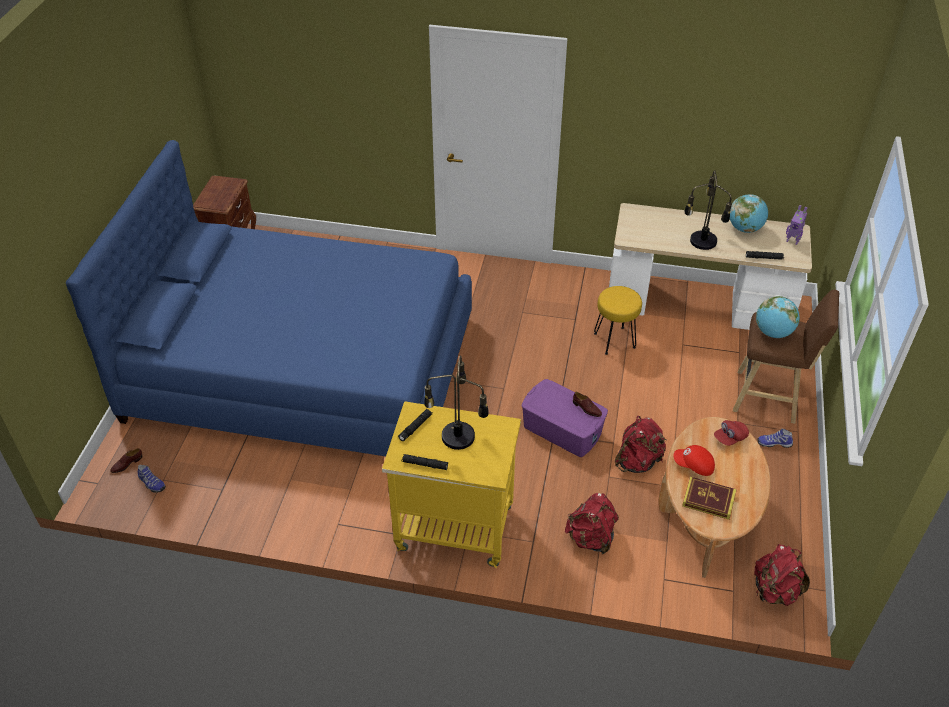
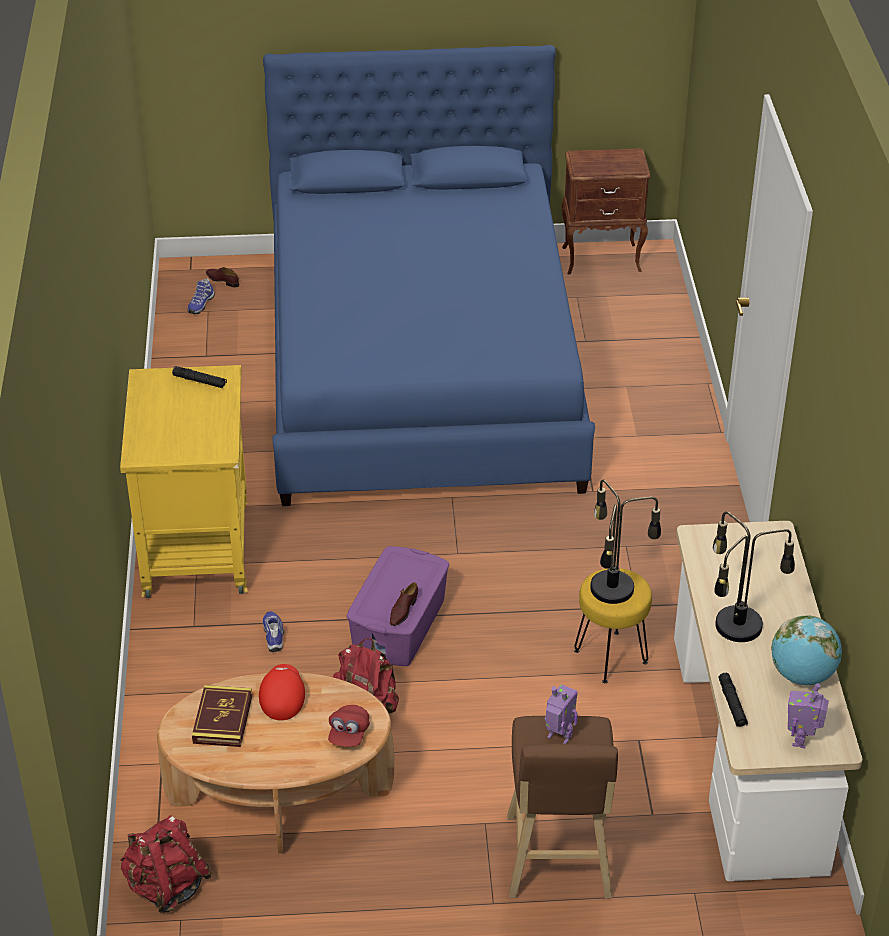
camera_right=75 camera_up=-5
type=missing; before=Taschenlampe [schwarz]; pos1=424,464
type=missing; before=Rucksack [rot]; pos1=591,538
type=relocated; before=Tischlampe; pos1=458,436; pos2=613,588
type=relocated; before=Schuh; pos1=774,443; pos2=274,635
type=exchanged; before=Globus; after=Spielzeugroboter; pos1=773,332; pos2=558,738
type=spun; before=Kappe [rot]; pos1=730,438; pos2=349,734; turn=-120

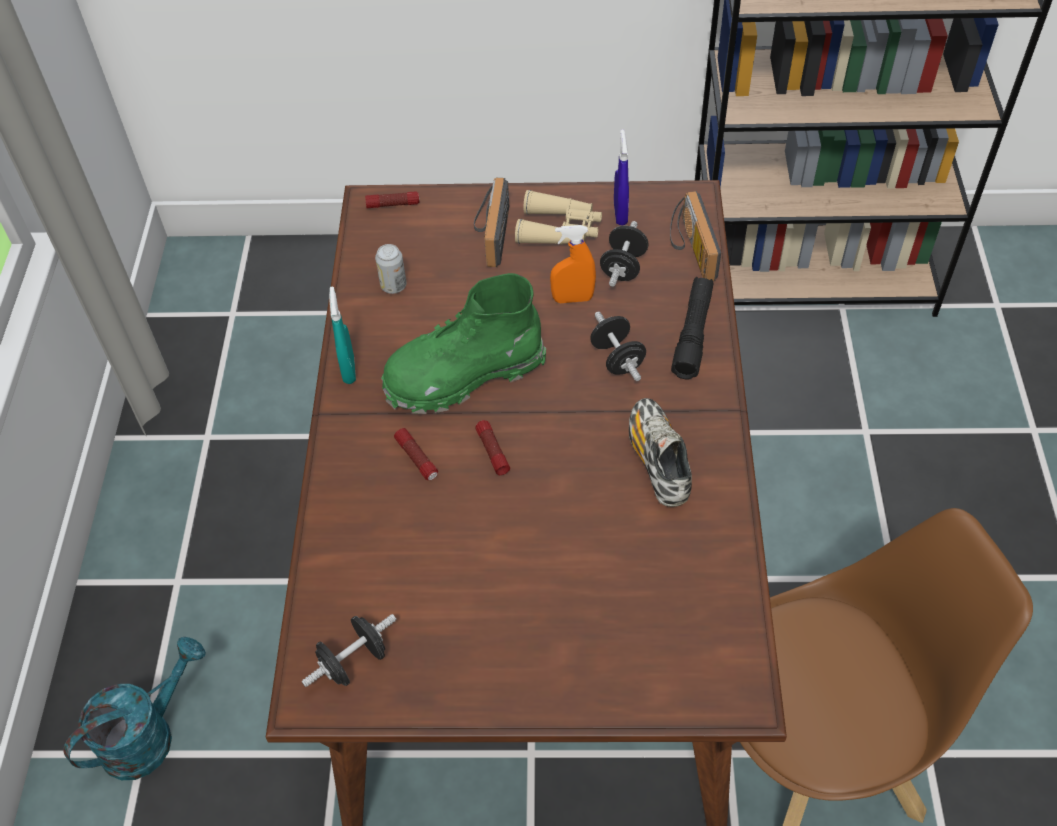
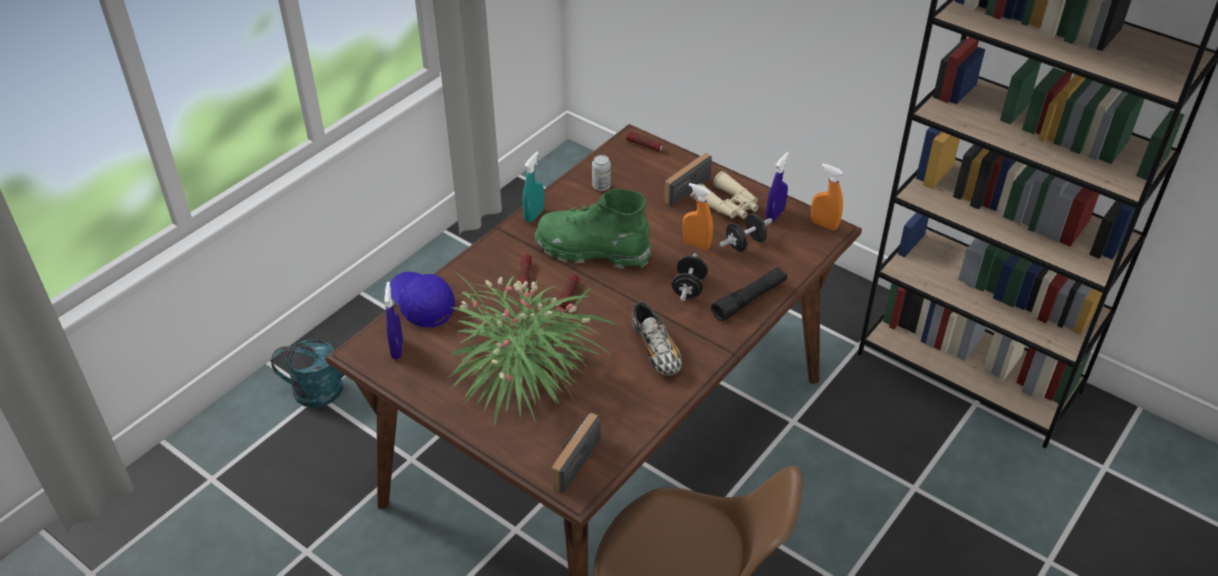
camera_right=35 camera_up=-10
type=appeared; after=Kappe [blau]; pos2=422,305
type=appeared; after=Topfpflanze; pos2=523,371
type=appeared; after=Sprühflasche [orange]; pos2=824,225
type=relocated; before=Radio; pos1=689,249; pos2=571,458
type=exchanged; before=Hantel [schwarz]; after=Sprühflasche [blau]; pos1=354,661; pos2=397,349
type=spun; before=Schuh; pos1=658,460; pos2=656,351; turn=135

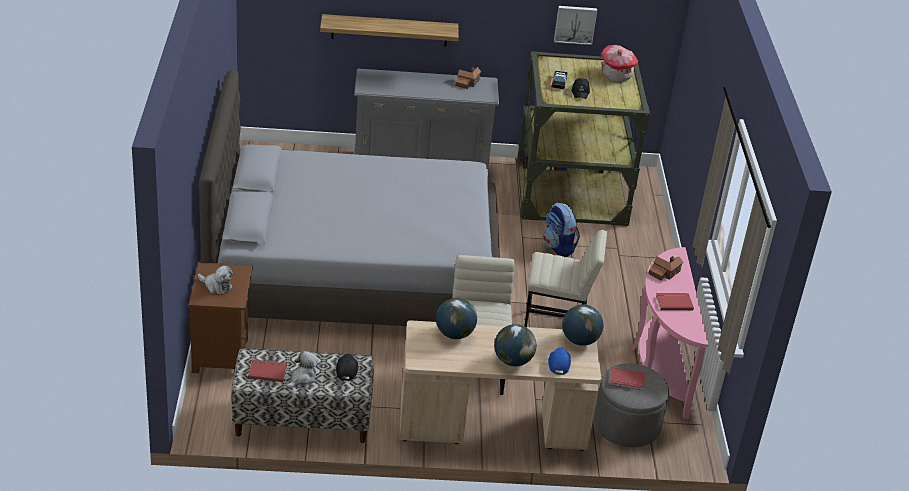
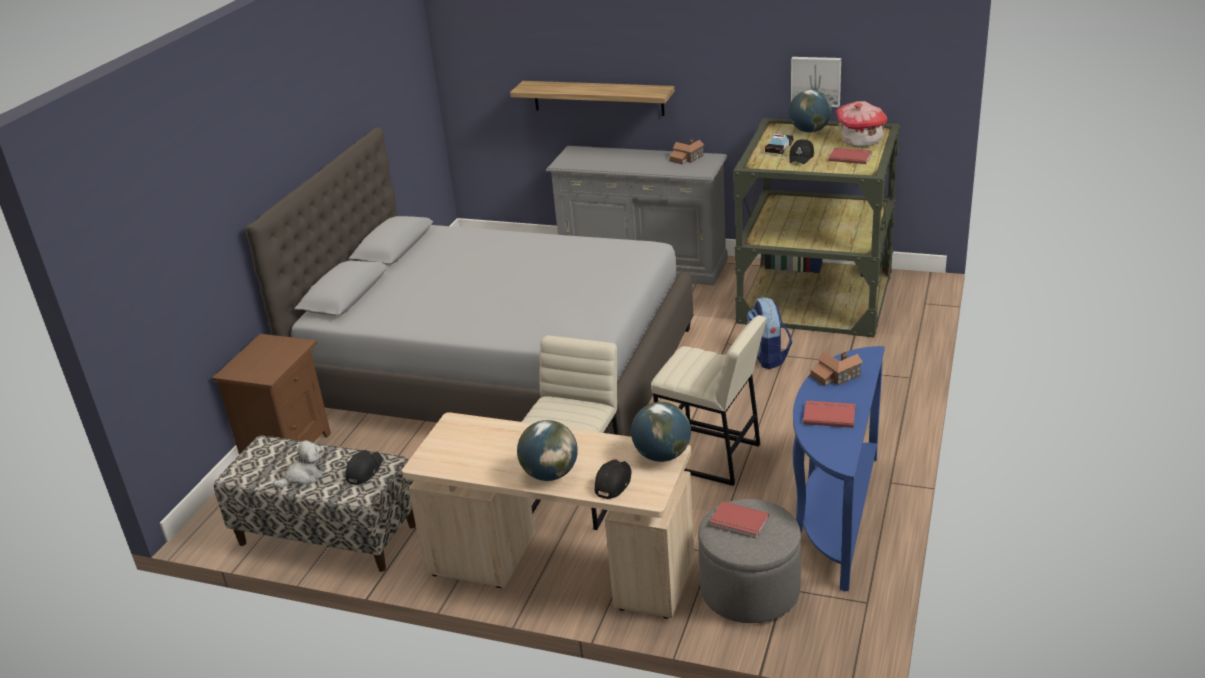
camera_right=25 camera_up=-5
type=missing; before=Plüschtier; pos1=216,286
type=relocated; before=Buch [rot]; pos1=267,371; pos2=850,157
type=relocated; before=Globus; pos1=454,334; pos2=809,131
type=colour; before=Kappe [blau]; after=Kappe [schwarz]; pos1=558,363; pos2=613,483
type=colour; before=Konsolentisch [rosa]; after=Konsolentisch [blau]; pos1=658,368; pos2=834,516

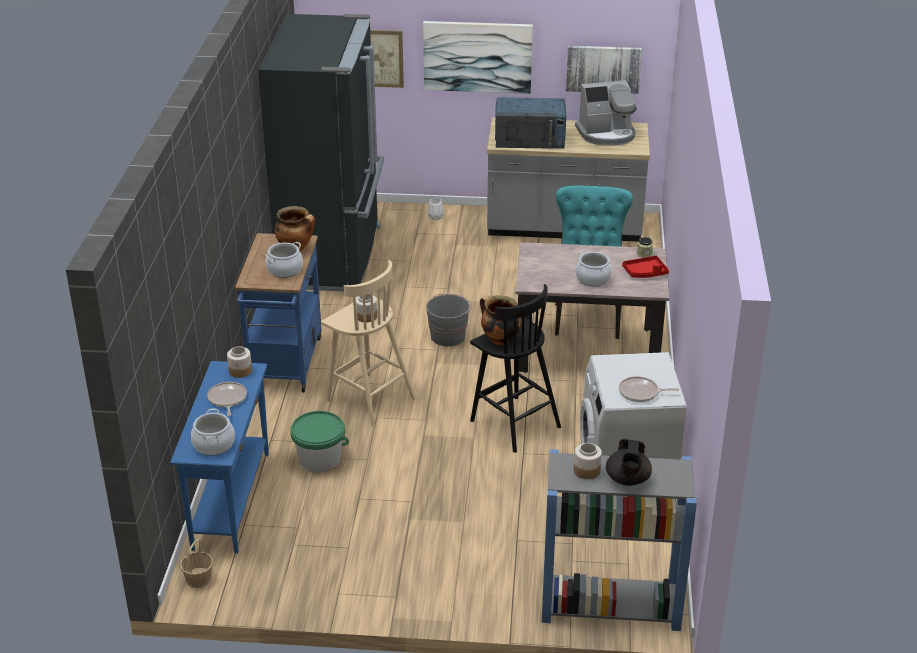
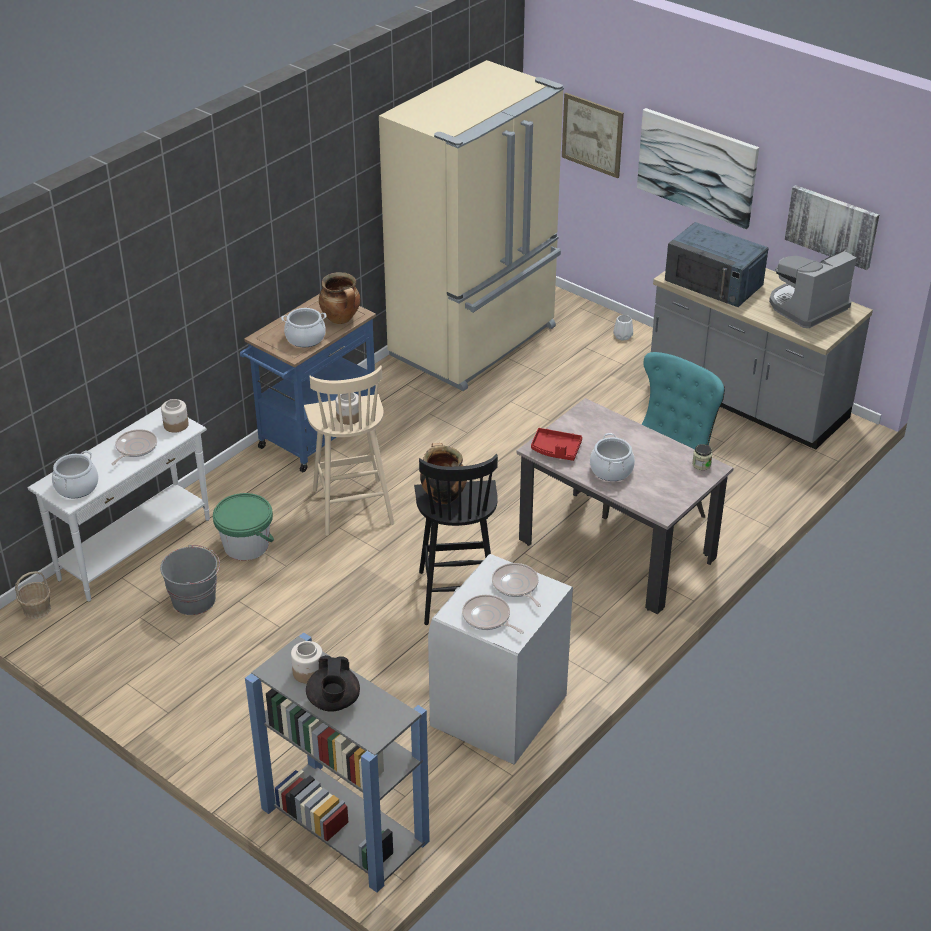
camera_right=35 camera_up=5
type=appeared; after=Pfanne; pos2=516,586
type=relocated; before=Eimer [grau]; pos1=448,336; pos2=195,599
type=relocated; before=Tablett [rot]; pos1=645,273; pos2=556,450
type=colour; before=Konsolentisch [blau]; after=Konsolentisch [weiß]; pos1=230,499; pos2=135,548
type=colour; before=Kühlschrank [schwarz]; after=Kühlschrank [beige]; pos1=333,257; pos2=476,342
type=spun; before=Kaffeemaschine; pos1=606,134; pos2=806,307; turn=120
type=spun; before=Teekanne [schwarz]; pos1=627,480; pos2=334,702; turn=-45

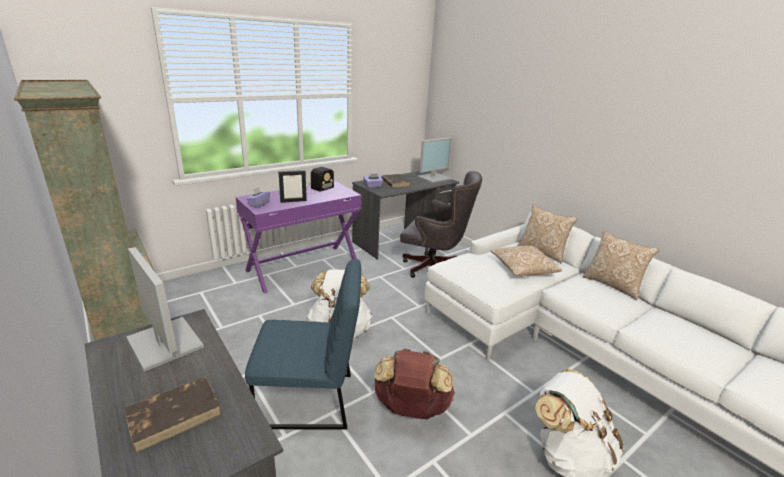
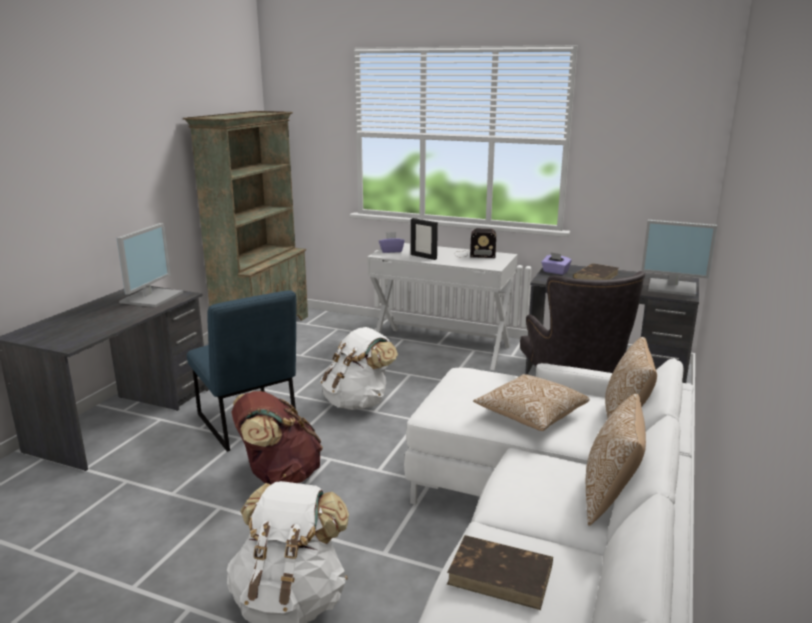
camera_right=60 camera_up=-5
type=relocated; before=Buch [braun]; pos1=175,414; pos2=501,575
type=colour; before=Konsolentisch [lila]; after=Konsolentisch [weiß]; pos1=303,267; pos2=441,348

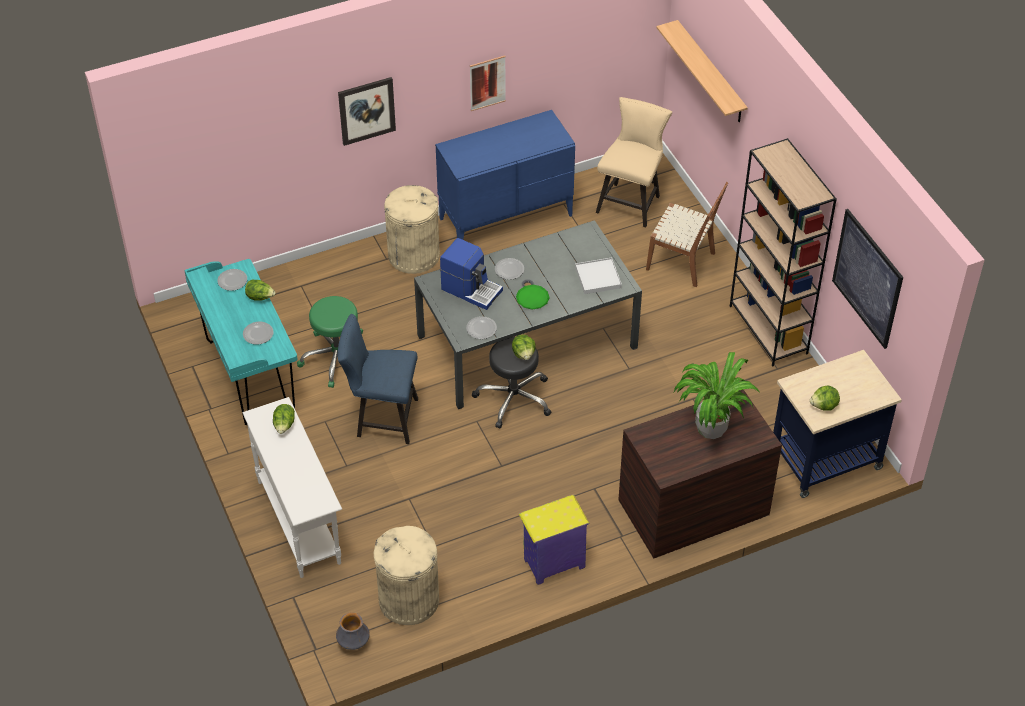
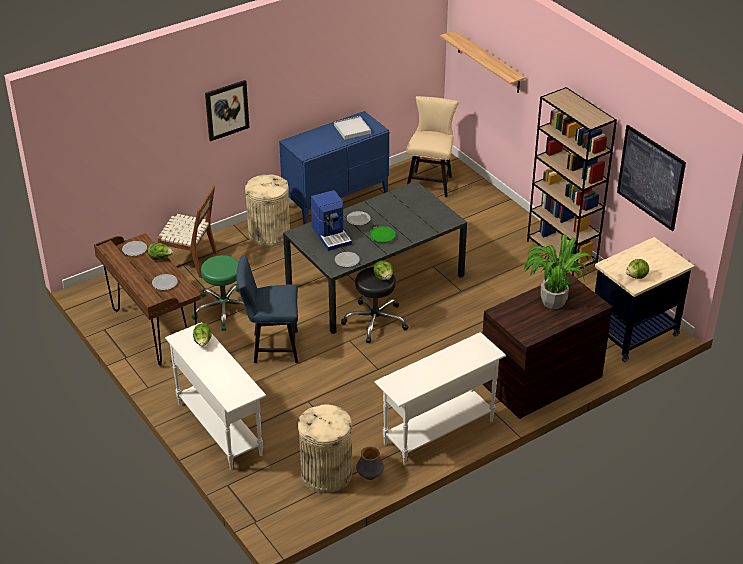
camera_right=-10 camera_up=-10
type=missing; before=Bild; pos1=487,83
type=relocated; before=Vase; pos1=353,643; pos2=370,476
type=relocated; before=Tablett [weiß]; pos1=597,277; pos2=352,129
type=relocated; before=Stuhl; pos1=683,263; pos2=191,262
type=exchanged; before=Nachttisch; after=Konsolentisch [weiß]; pos1=552,562; pos2=438,432
type=colour; before=Schreibtisch [türkis]; after=Schreibtisch [braun]; pos1=249,376; pos2=154,331
type=spun; before=Kaffeemaschine; pos1=471,289; pos2=331,235; turn=45

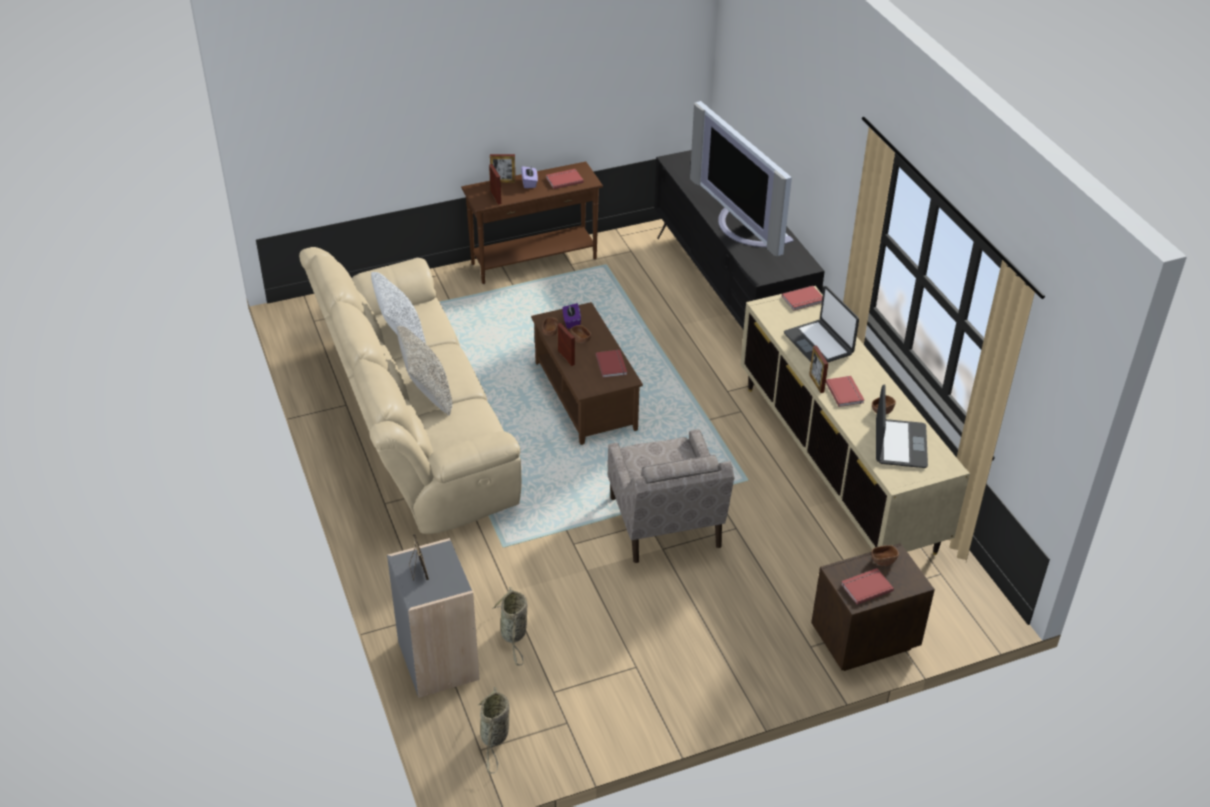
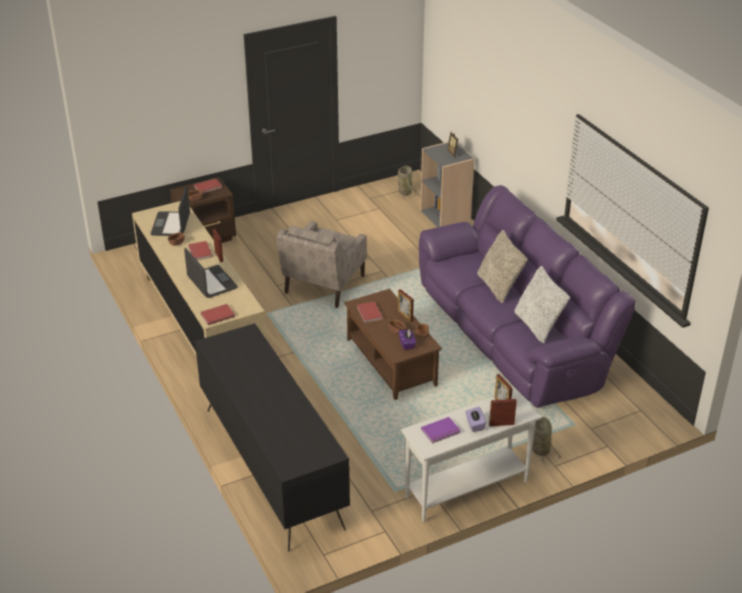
camera_right=175 camera_up=-5
type=missing; before=Fernseher; pos1=747,227
type=relocated; before=Korb; pos1=514,635; pos2=540,449
type=colour; before=Sofa [beige]; after=Sofa [lila]; pos1=414,426; pos2=513,332
type=colour; before=Konsolentisch [braun]; after=Konsolentisch [weiß]; pos1=534,261; pos2=466,490
type=colour; before=Buch [rot]; after=Buch [lila]; pos1=564,179; pos2=441,432
type=spun; before=Sessel [beige]; pos1=664,524; pos2=323,285; turn=-135

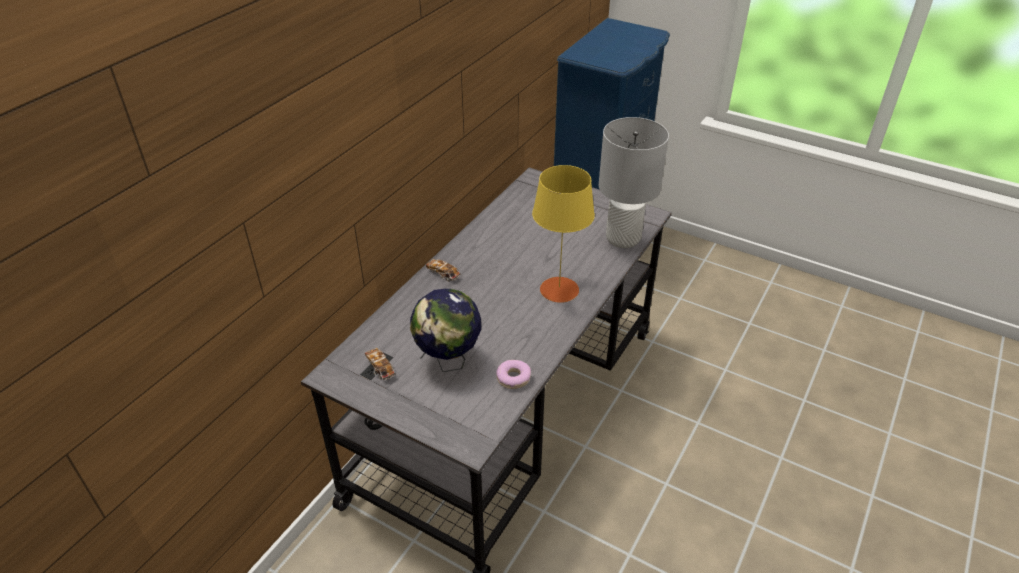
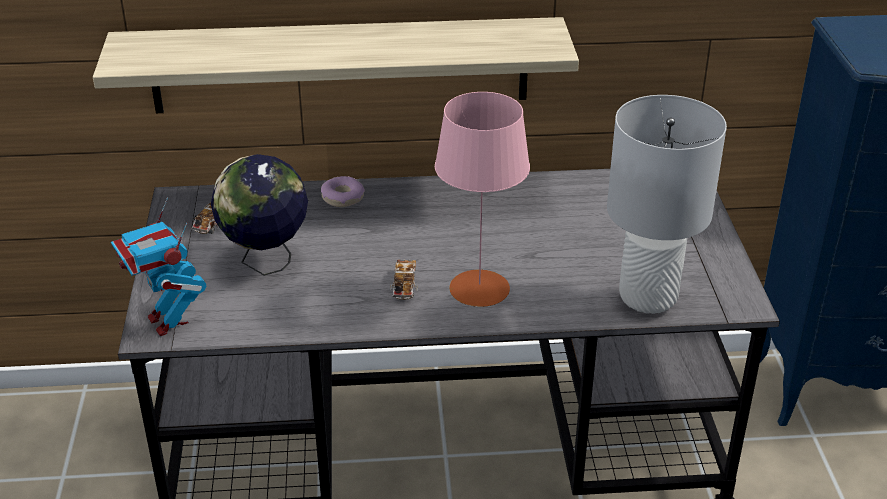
camera_right=55 camera_up=-5
type=appeared; after=Wandregal; pos2=340,65
type=appeared; after=Spielzeugroboter; pos2=168,321
type=relocated; before=Spielzeugauto; pos1=443,274; pos2=404,286
type=relocated; before=Donut; pos1=513,378; pos2=343,198
type=colour; before=Tischlampe [gelb]; after=Tischlampe [rosa]; pos1=559,289; pos2=479,288

